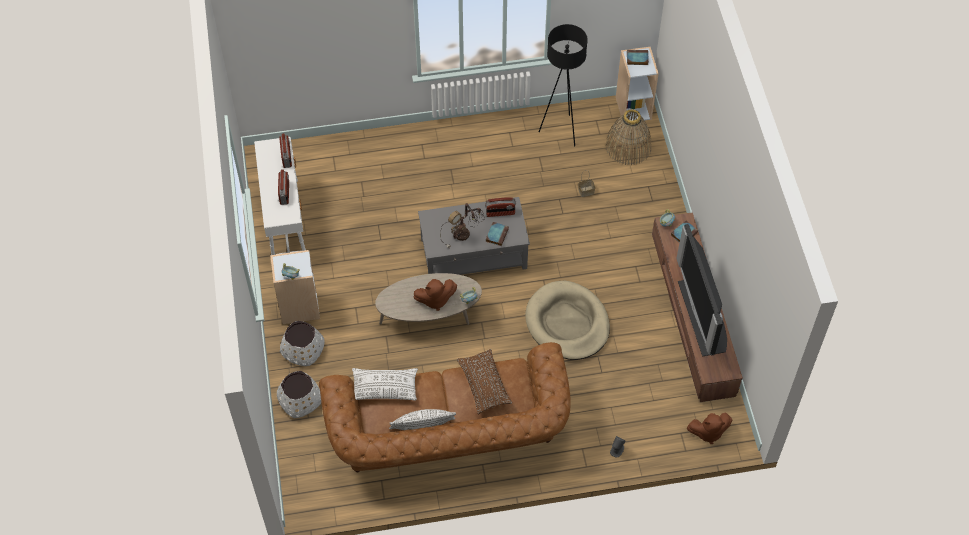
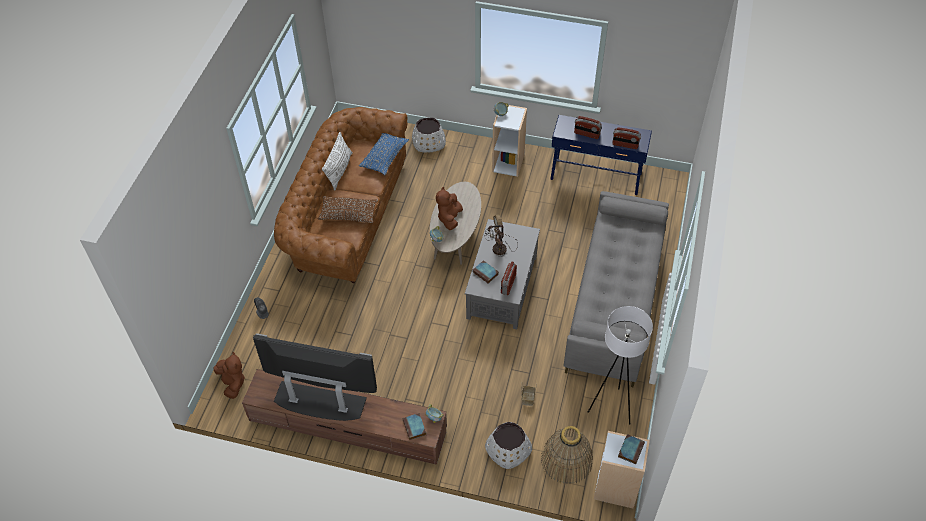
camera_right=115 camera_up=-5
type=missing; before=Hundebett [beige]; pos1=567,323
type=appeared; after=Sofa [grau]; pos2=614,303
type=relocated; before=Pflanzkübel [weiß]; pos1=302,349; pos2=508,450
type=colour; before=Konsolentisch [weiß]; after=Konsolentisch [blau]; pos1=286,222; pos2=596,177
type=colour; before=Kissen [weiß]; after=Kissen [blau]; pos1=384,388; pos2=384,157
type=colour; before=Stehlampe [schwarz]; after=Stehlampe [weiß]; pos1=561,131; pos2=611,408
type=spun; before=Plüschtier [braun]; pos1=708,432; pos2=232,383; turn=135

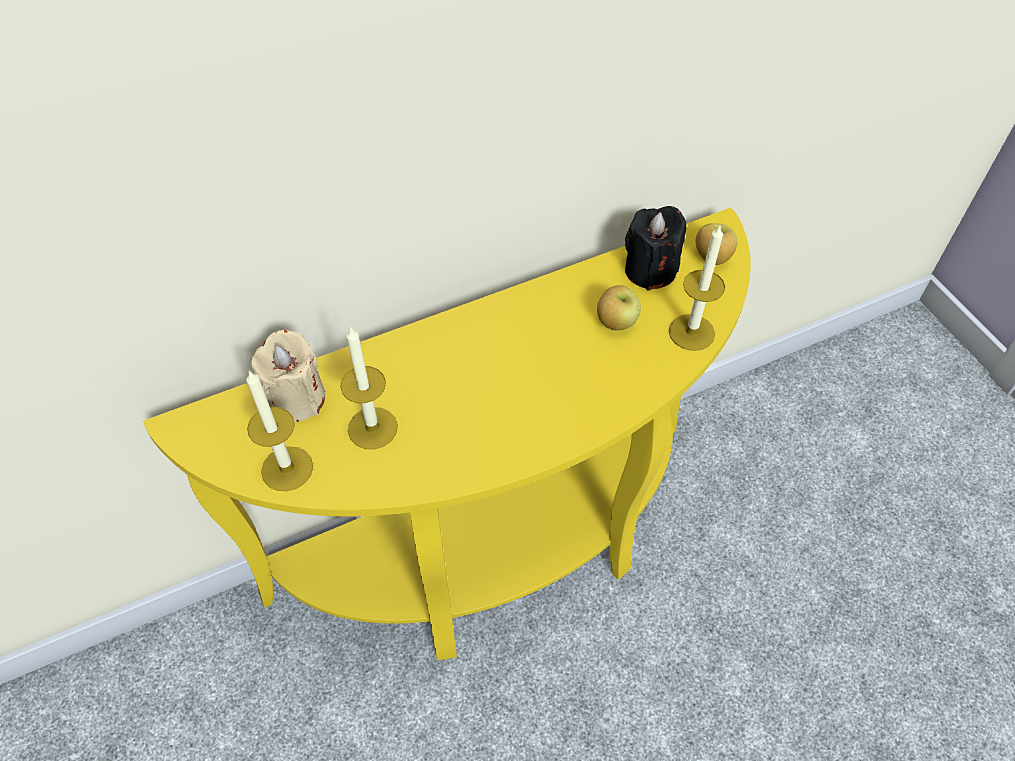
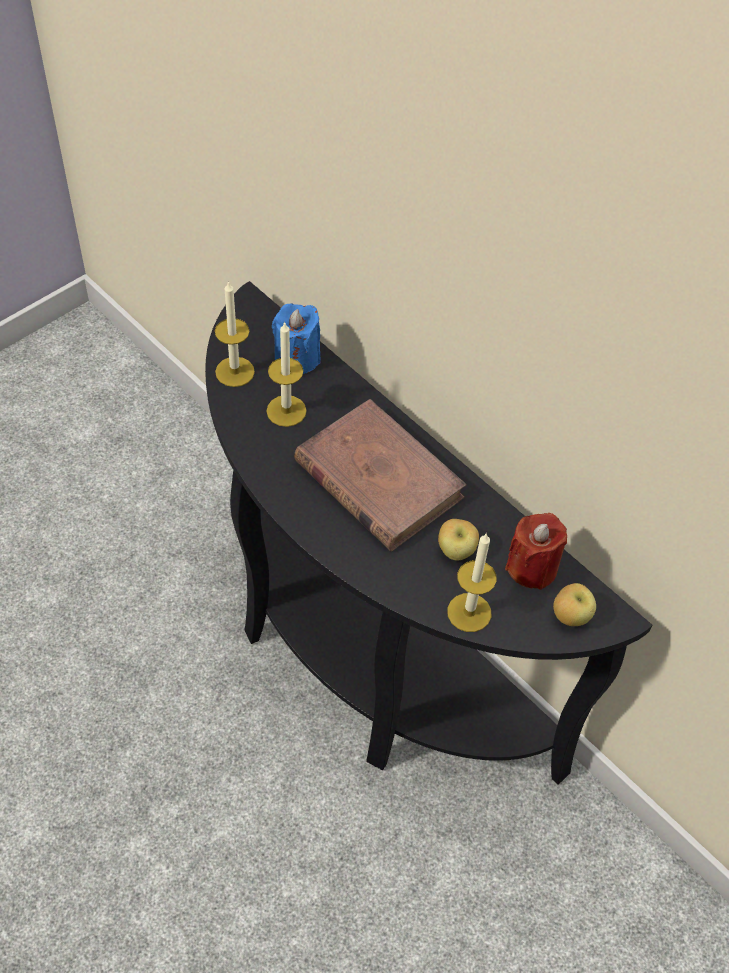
camera_right=70 camera_up=0
type=appeared; after=Buch [braun]; pos2=378,479
type=colour; before=Konsolentisch [gelb]; after=Konsolentisch [schwarz]; pos1=502,552; pos2=361,654
type=colour; before=Kerze [beige]; after=Kerze [blau]; pos1=296,398; pos2=297,358
type=colour; before=Kerze [schwarz]; after=Kerze [rot]; pos1=650,270; pos2=532,567

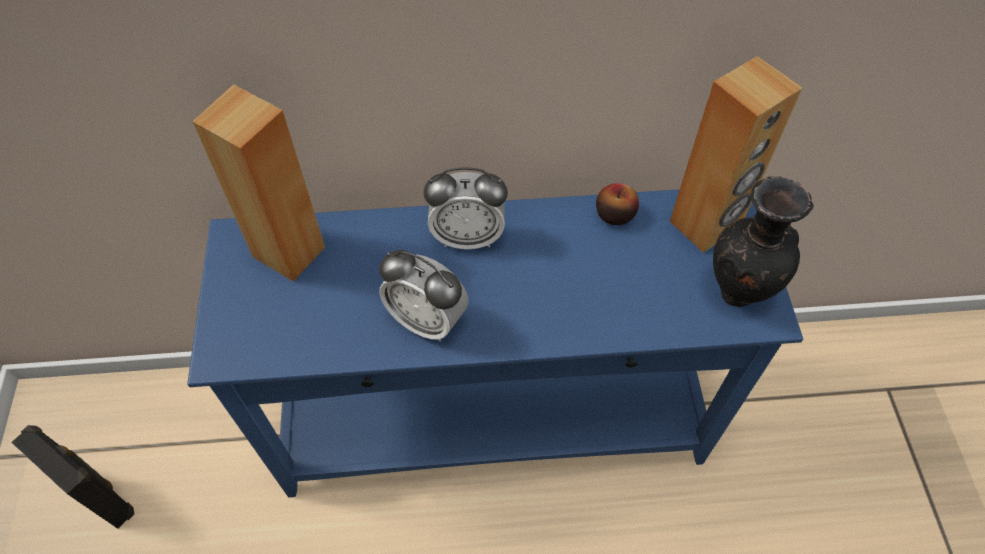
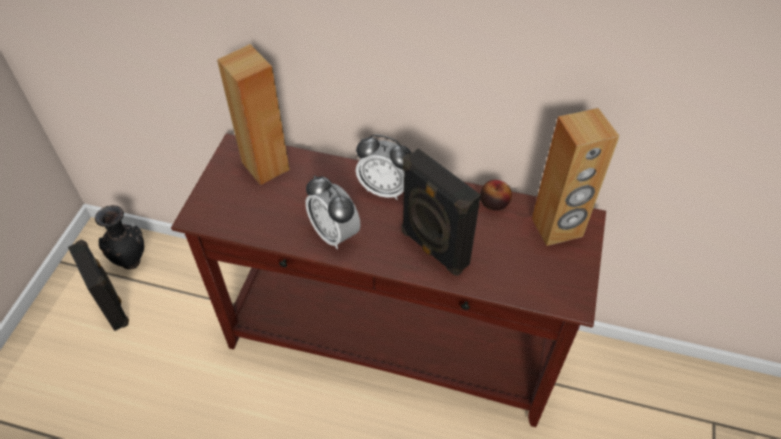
camera_right=20 camera_up=-5
type=appeared; after=Lautsprecher [schwarz]; pos2=433,249
type=relocated; before=Vase [schwarz]; pos1=737,290; pos2=132,261
type=colour; before=Konsolentisch [blau]; after=Konsolentisch [braun]; pos1=494,416; pos2=392,341

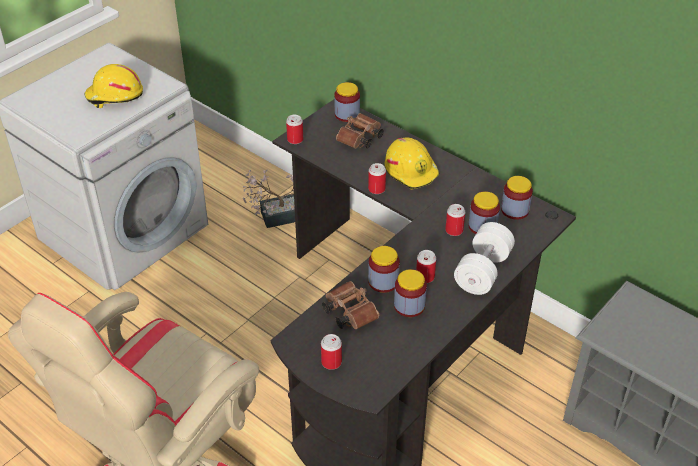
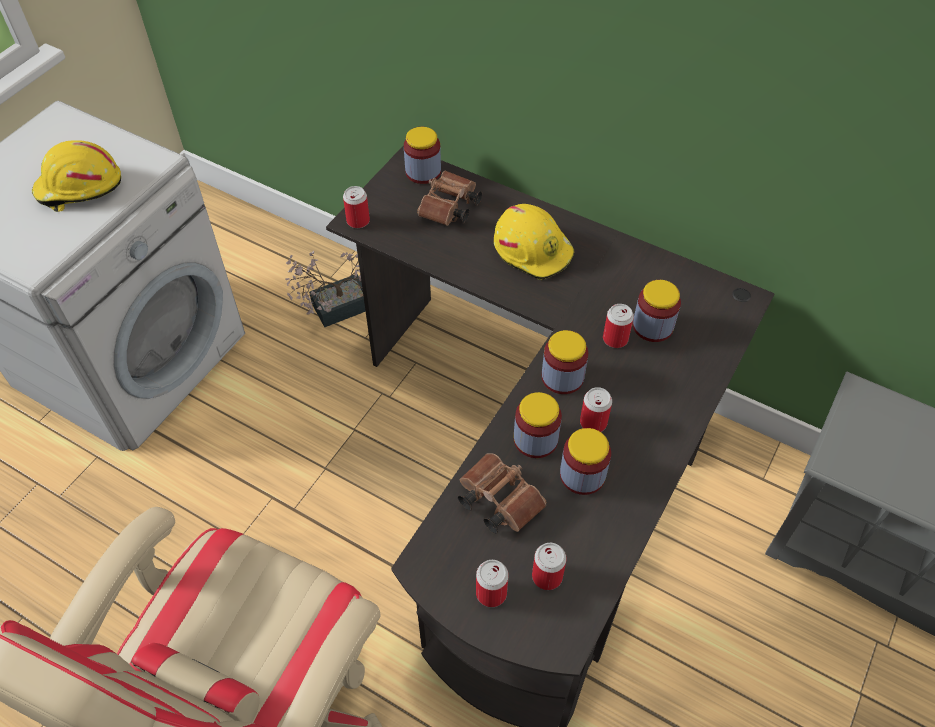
camera_right=-10 camera_up=10
type=missing; before=Hantel [weiß]; pos1=482,271
type=relocated; before=Dose; pos1=376,189; pos2=547,576
type=relocated; before=Vorratsglas; pos1=514,210; pos2=562,377

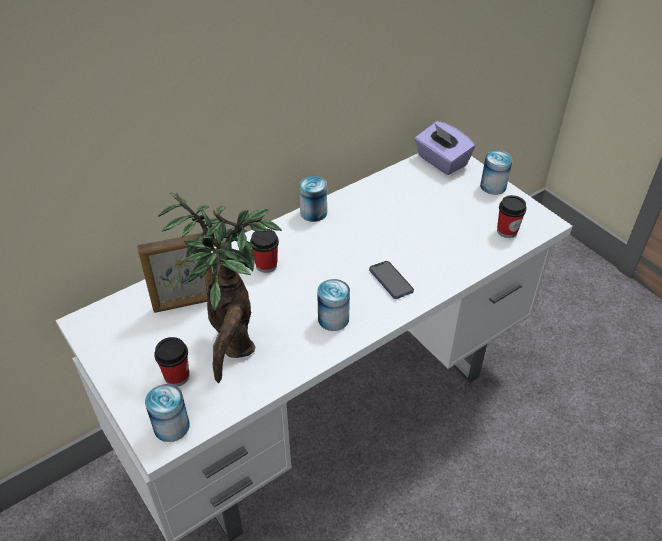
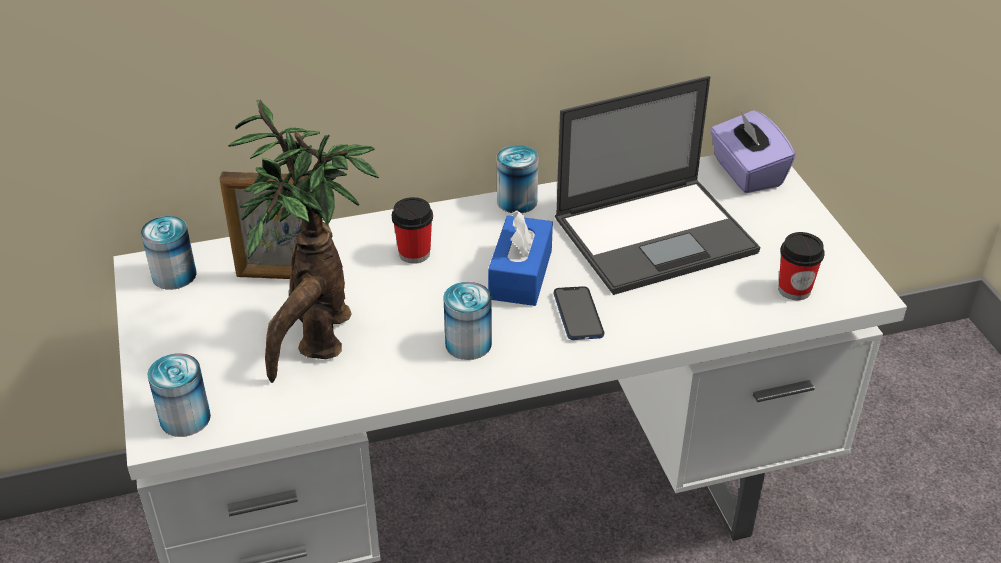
camera_right=20 camera_up=-5
type=missing; before=Tasse; pos1=177,376
type=appeared; after=Taschentuchbox [blau]; pos2=520,274
type=appeared; after=Laptop; pos2=657,234
type=relocated; before=Dose; pos1=493,186; pos2=174,275

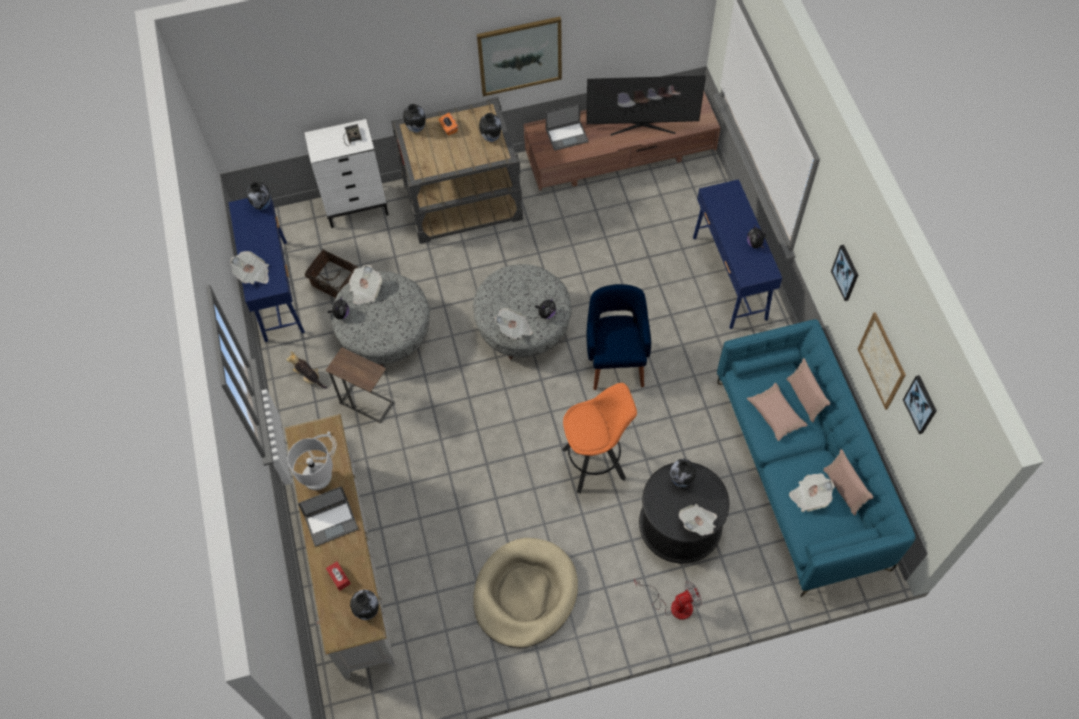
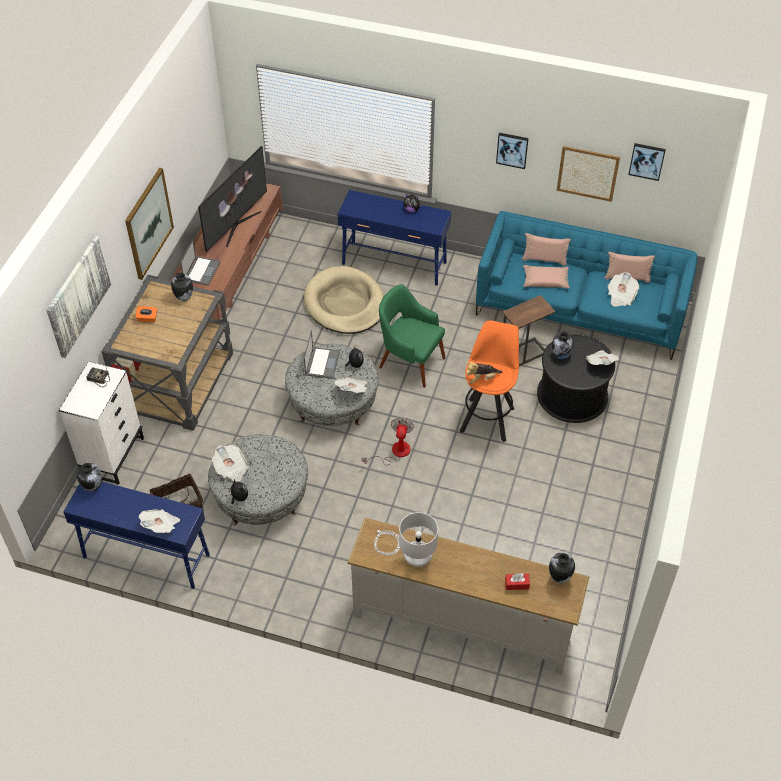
camera_right=-60 camera_up=-10
type=missing; before=Vase; pos1=416,129
type=appeared; after=Bild; pos2=78,296
type=relocated; before=Plüschtier; pos1=309,377; pos2=482,378
type=relocated; before=Laptop; pos1=332,522; pos2=322,363
type=relocated; before=Beistelltisch [braun]; pos1=366,403; pos2=523,354
type=relocated; before=Hundebett [beige]; pos1=525,594; pos2=345,304
type=relocated; before=Ventilator; pos1=673,605; pos2=394,452
type=colour; before=Sessel [blau]; after=Sessel [grün]; pos1=616,360; pos2=410,362

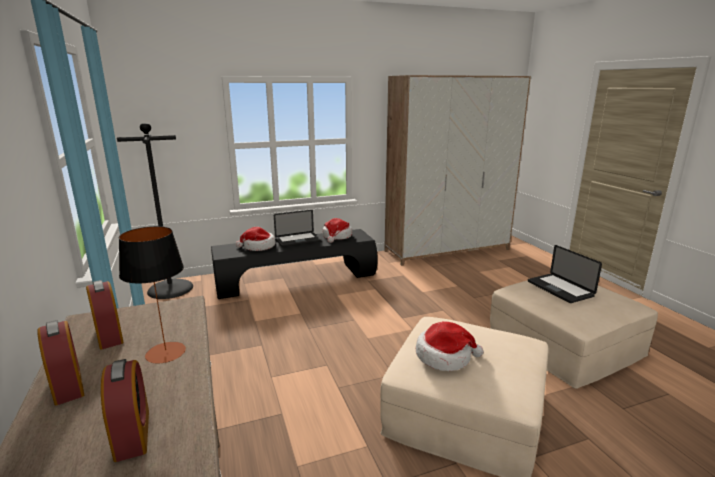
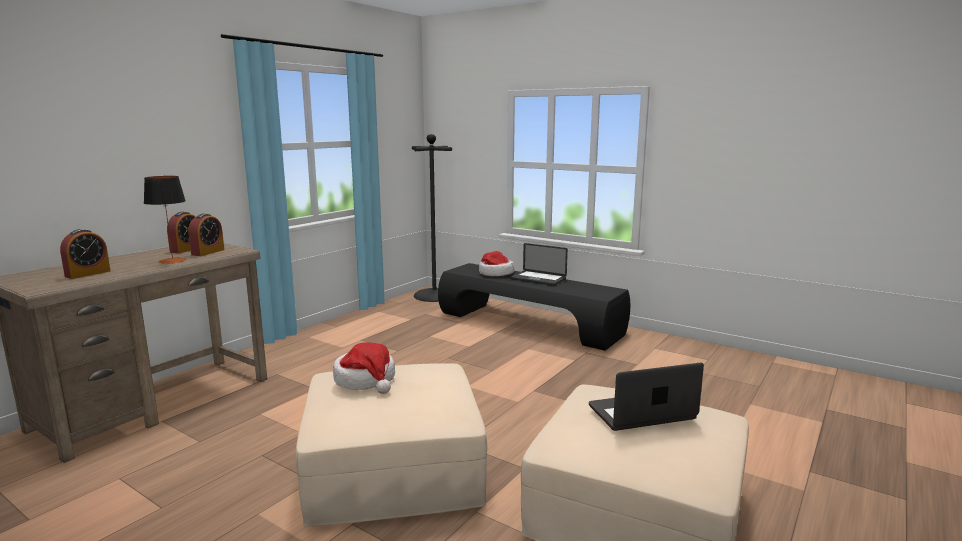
camera_right=55 camera_up=-5
type=missing; before=Hut; pos1=337,236
type=missing; before=Kleiderschrank [weiß]; pos1=447,250
type=relocated; before=Wecker; pos1=67,385; pos2=208,252
type=spun; before=Laptop; pos1=559,289; pos2=641,413; turn=45

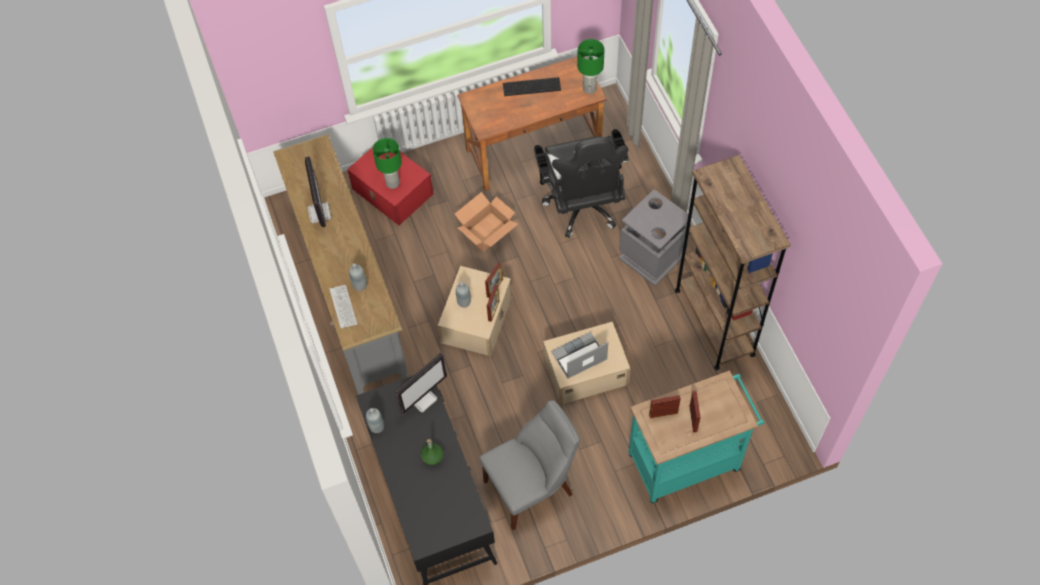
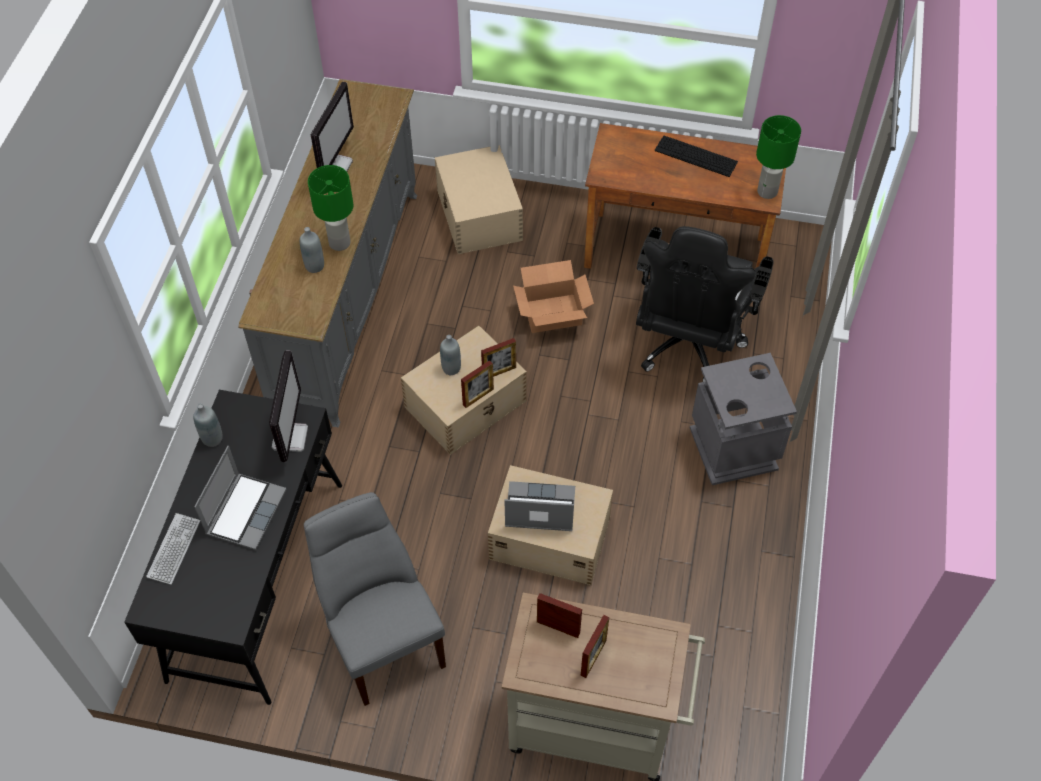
camera_right=30 camera_up=-5
type=missing; before=Bücherregal [braun]; pos1=714,322
type=relocated; before=Tastatur; pos1=343,307; pos2=174,549
type=relocated; before=Tischlampe [grün]; pos1=392,183; pos2=339,243
type=exchanged; before=Flasche [grün]; after=Laptop; pos1=432,457; pos2=245,511
type=colour; before=Aufbewahrungsbox [rot]; after=Aufbewahrungsbox [beige]; pos1=393,192; pos2=479,216
type=colour; before=Rollwagen [türkis]; after=Rollwagen [beige]; pos1=687,462; pos2=596,727
type=spun; before=Monitor; pos1=423,398; pos2=290,436; turn=-75
type=spun; before=Stuhl [grau]; pos1=532,486; pos2=382,637; turn=-120

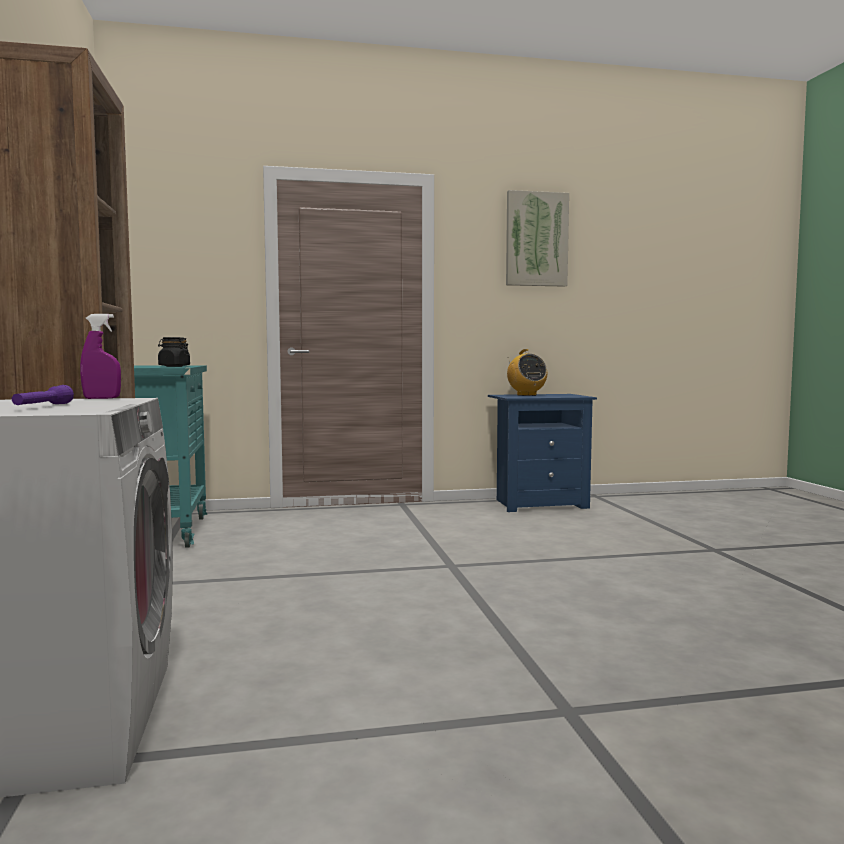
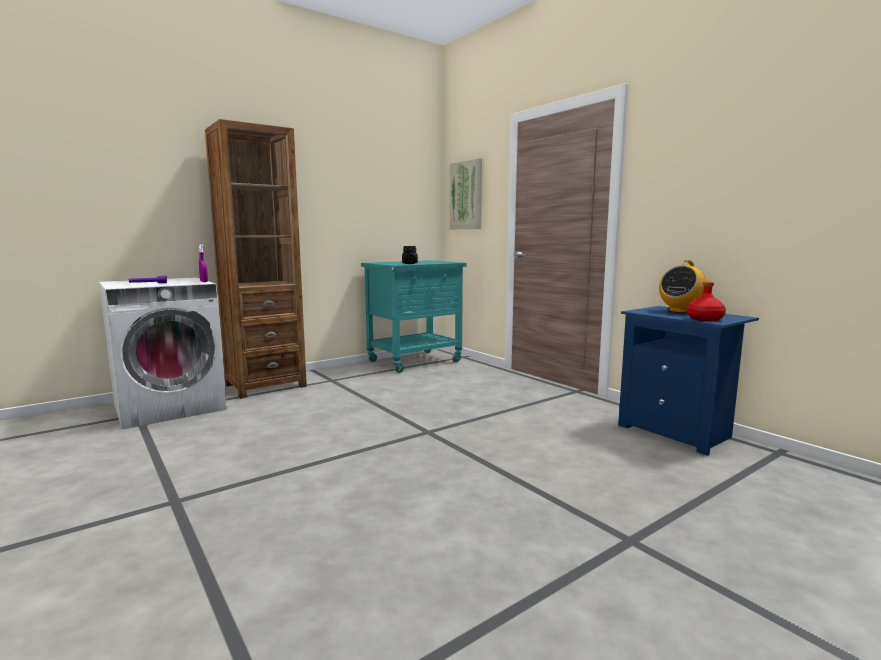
camera_right=65 camera_up=5
type=appeared; after=Flasche [rot]; pos2=704,319
type=relocated; before=Bild; pos1=536,239; pos2=466,195

